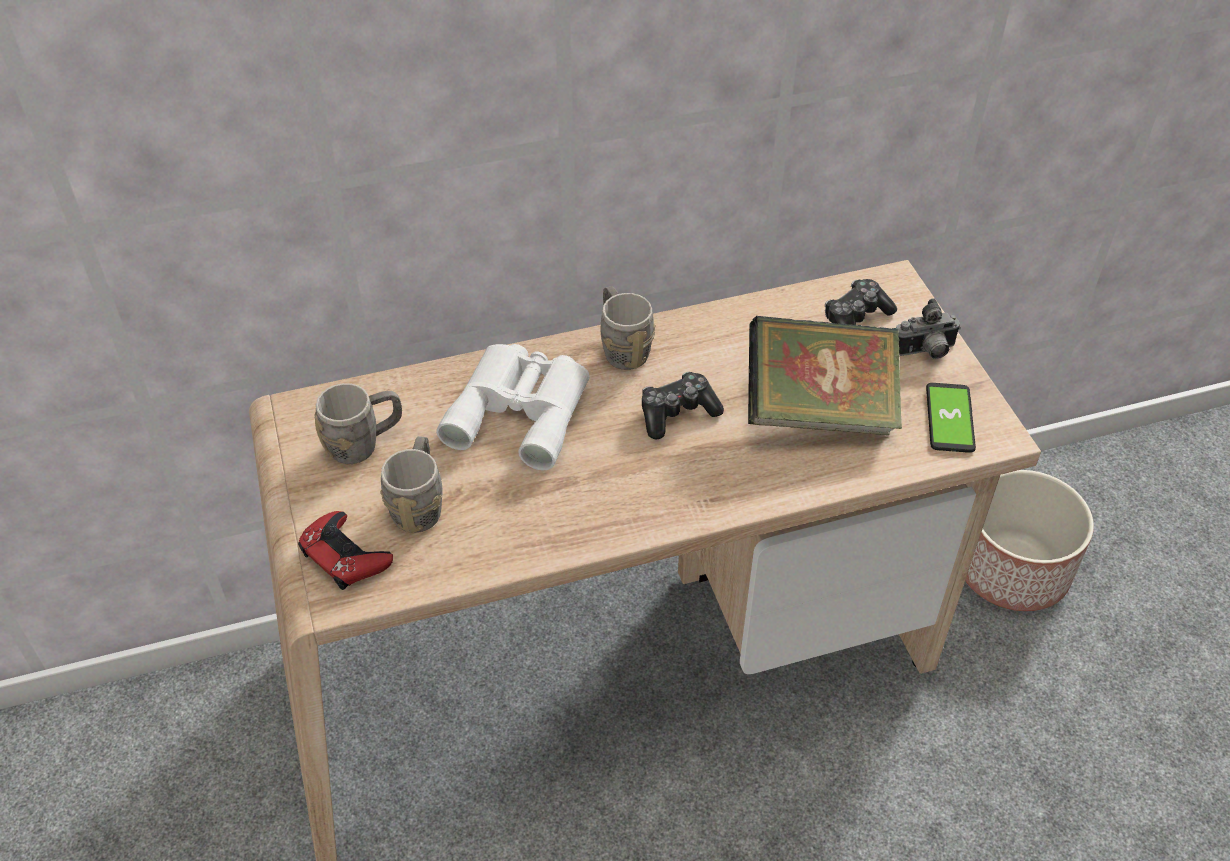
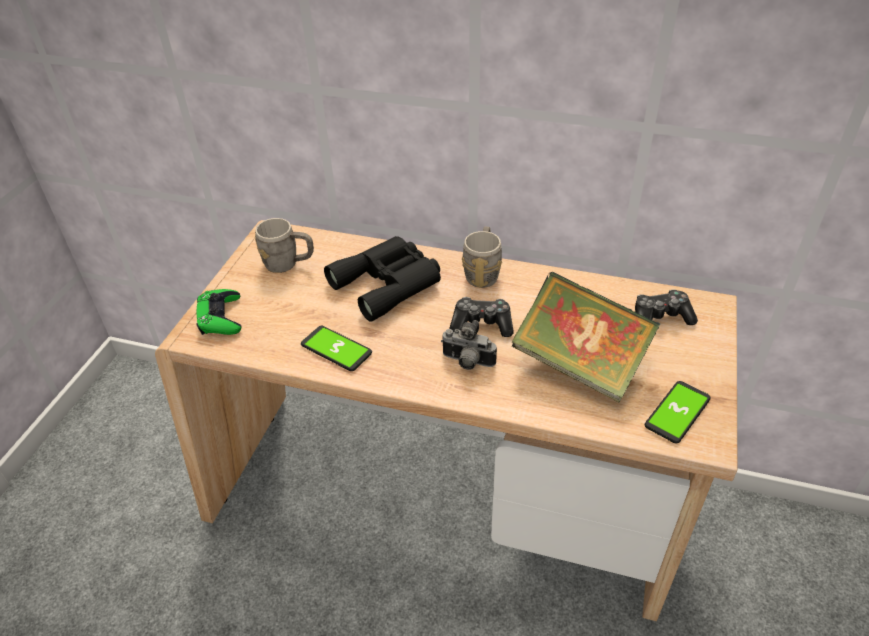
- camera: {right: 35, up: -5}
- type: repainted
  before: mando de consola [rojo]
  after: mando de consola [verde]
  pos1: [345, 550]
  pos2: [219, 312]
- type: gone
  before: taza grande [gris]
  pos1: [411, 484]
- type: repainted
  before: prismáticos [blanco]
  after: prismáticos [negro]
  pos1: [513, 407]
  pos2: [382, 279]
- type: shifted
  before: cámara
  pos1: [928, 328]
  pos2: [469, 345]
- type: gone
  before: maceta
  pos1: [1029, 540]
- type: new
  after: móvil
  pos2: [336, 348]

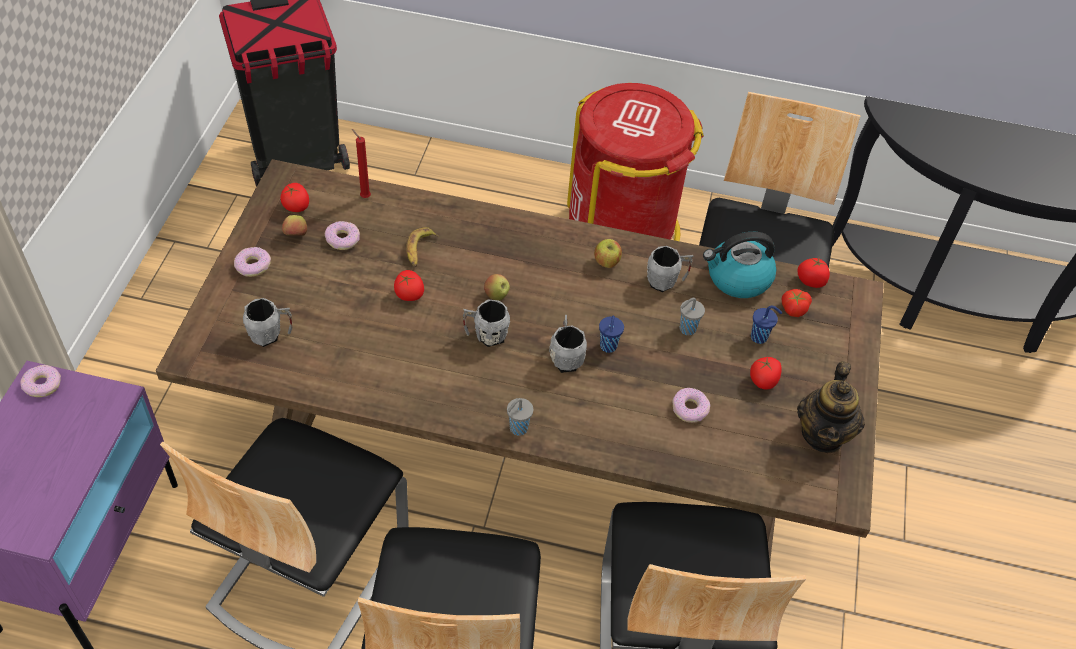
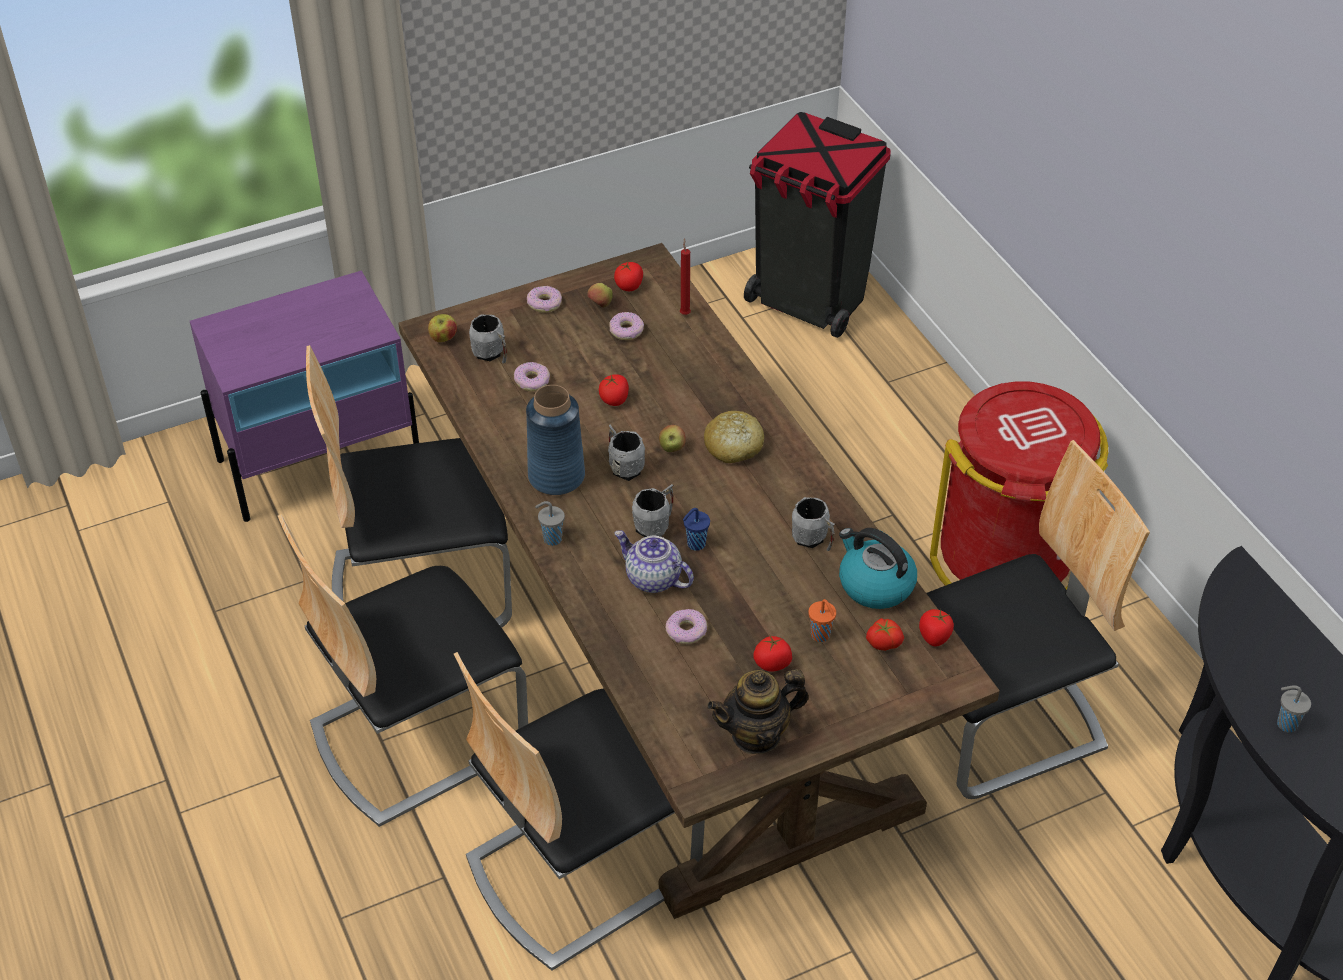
- camera: {right: 55, up: -5}
- type: shifted
  before: rosquilla
  pos1: [40, 381]
  pos2: [532, 376]
- type: gone
  before: plátano
  pos1: [422, 247]
- type: shifted
  before: manzana
  pos1: [608, 253]
  pos2: [442, 328]
- type: shifted
  before: taza [gris]
  pos1: [692, 316]
  pos2: [1294, 708]
- type: repainted
  before: taza [azul]
  after: taza [naranja]
  pos1: [766, 324]
  pos2: [822, 620]
- type: new
  after: florero [azul]
  pos2: [555, 440]
- type: new
  after: tetera
  pos2: [654, 561]
- type: new
  after: pan
  pos2: [734, 437]

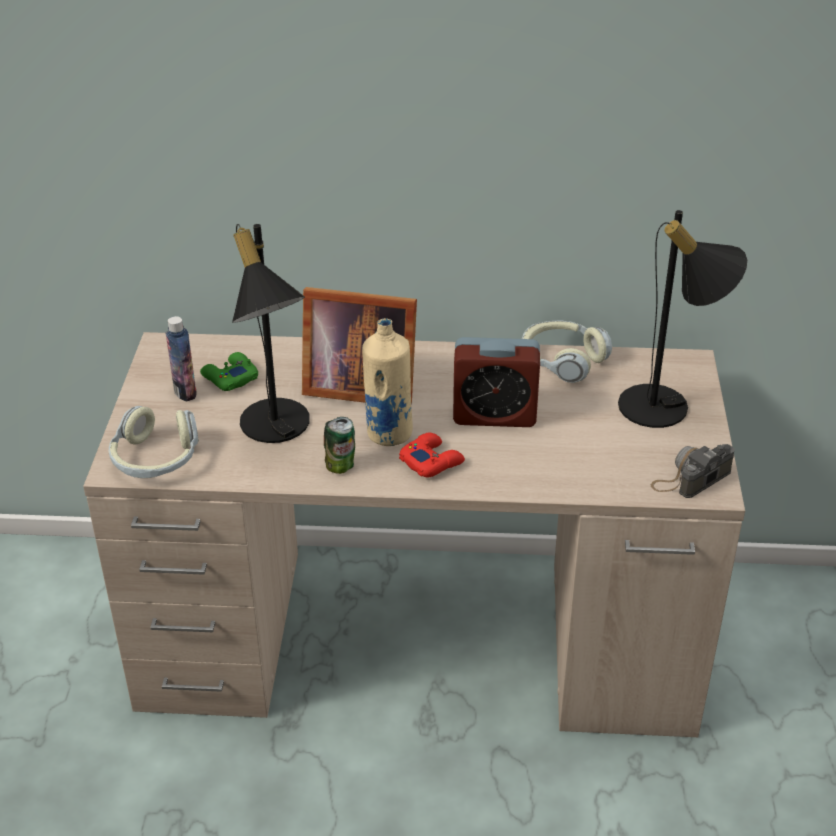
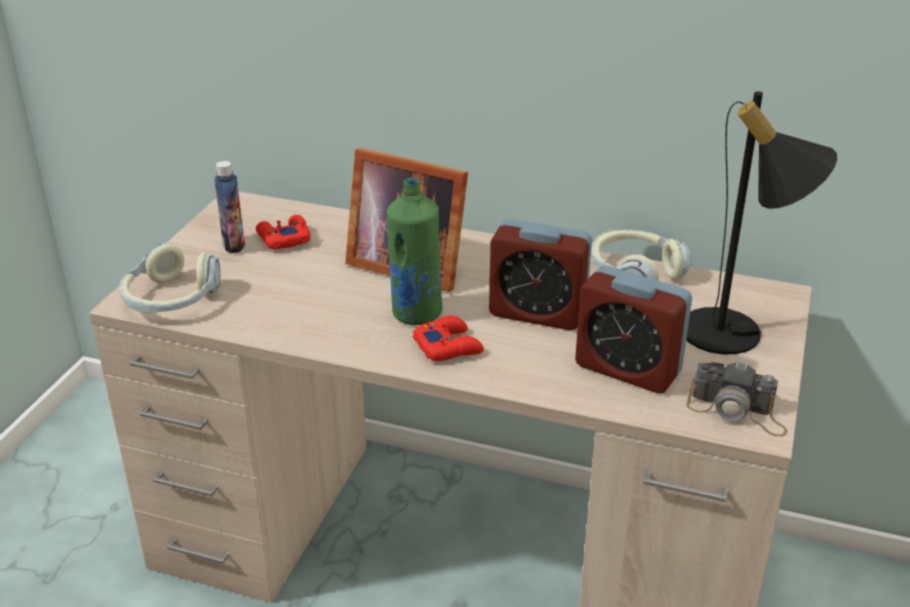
- camera: {right: 15, up: -5}
- type: repainted
  before: mando de consola [verde]
  after: mando de consola [rojo]
  pos1: [229, 371]
  pos2: [283, 232]
- type: gone
  before: lámpara de mesa [negro]
  pos1: [271, 333]
- type: gone
  before: lata
  pos1: [339, 445]
- type: repainted
  before: botella [beis]
  after: botella [verde]
  pos1: [387, 382]
  pos2: [415, 251]
- type: rotated
  before: cámara
  pos1: [693, 471]
  pos2: [737, 399]
  turn: -135
- type: new
  after: despertador
  pos2: [633, 329]

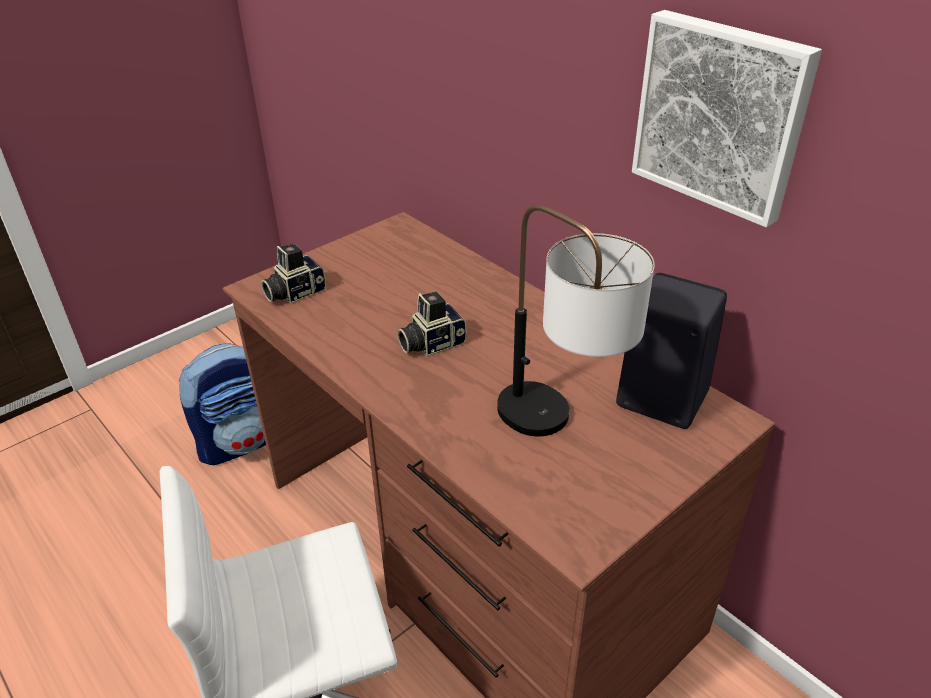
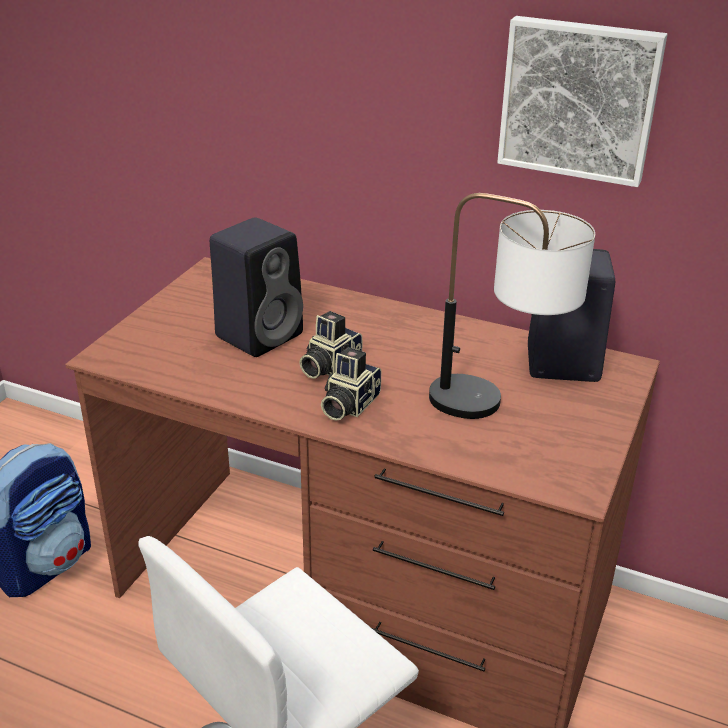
- camera: {right: -25, up: -5}
- type: shifted
  before: cámara
  pos1: [293, 273]
  pos2: [351, 384]
- type: new
  after: altavoz [negro]
  pos2: [256, 287]

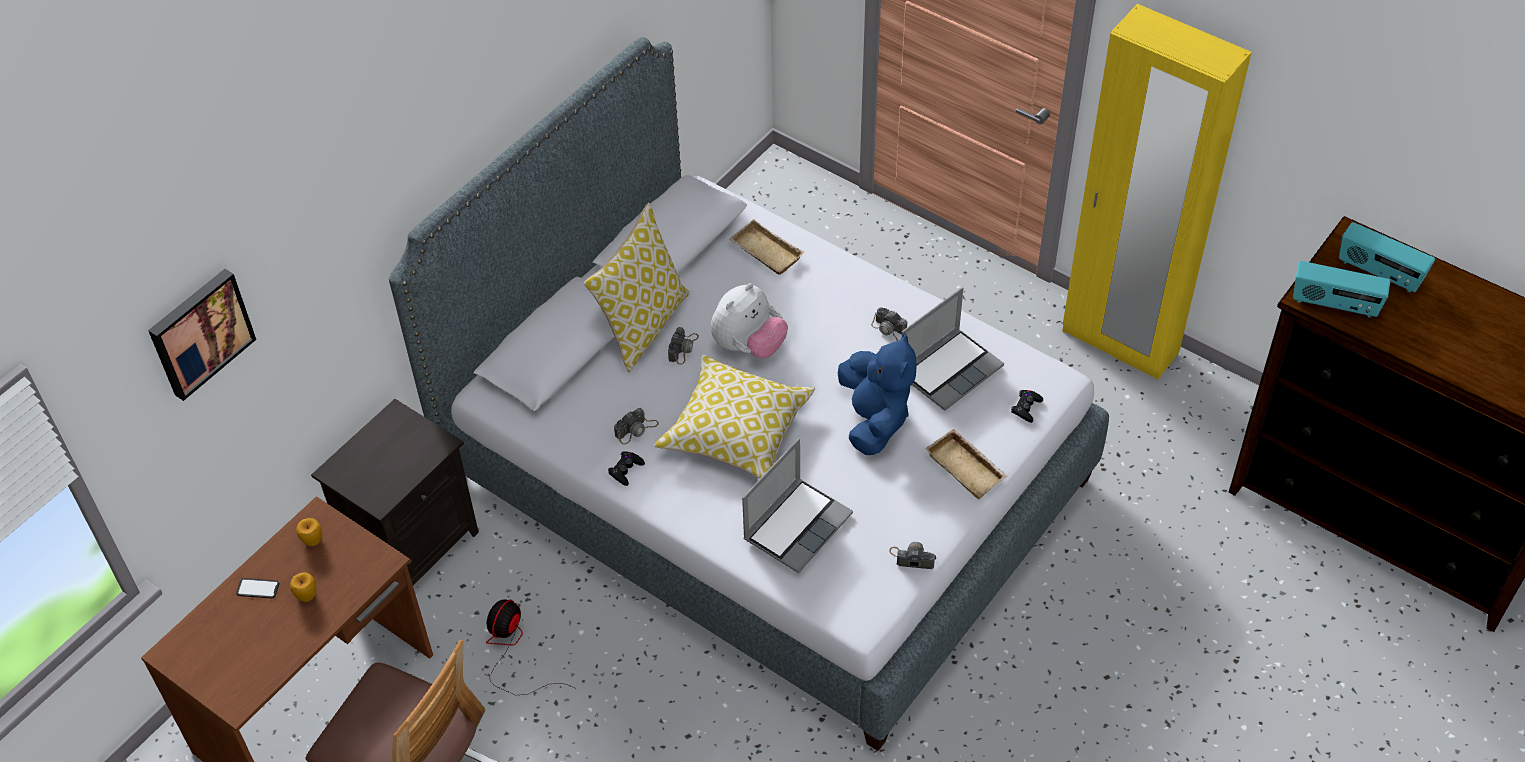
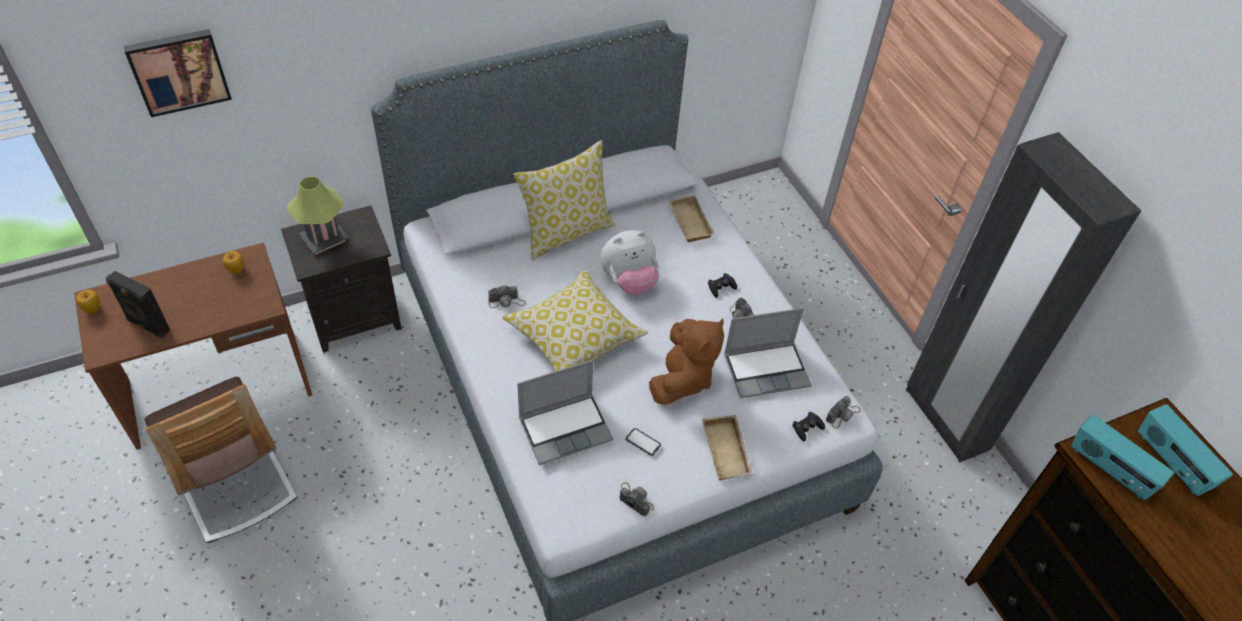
- camera: {right: 25, up: 0}
- type: shifted
  before: móvil
  pos1: [257, 588]
  pos2: [643, 442]
- type: shifted
  before: manzana
  pos1: [303, 587]
  pos2: [88, 302]
- type: gone
  before: ventilador
  pos1: [530, 647]
- type: shifted
  before: mando de consola [negro]
  pos1: [626, 468]
  pos2: [722, 285]
- type: shifted
  before: cámara
  pos1: [683, 346]
  pos2: [843, 412]
- type: repainted
  before: peluche [azul]
  after: peluche [marrón]
  pos1: [877, 394]
  pos2: [686, 361]
- type: repainted
  before: armario ropero [amarillo]
  after: armario ropero [negro]
  pos1: [1157, 192]
  pos2: [1023, 297]
- type: new
  after: altavoz [negro]
  pos2: [138, 304]
- type: new
  after: lámpara de mesa
  pos2: [318, 215]

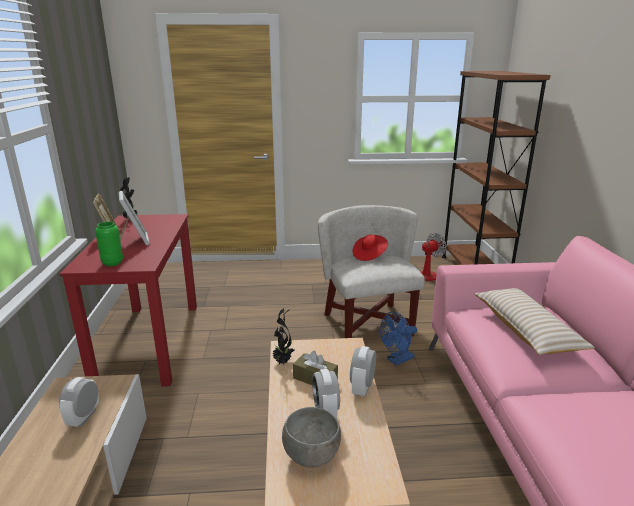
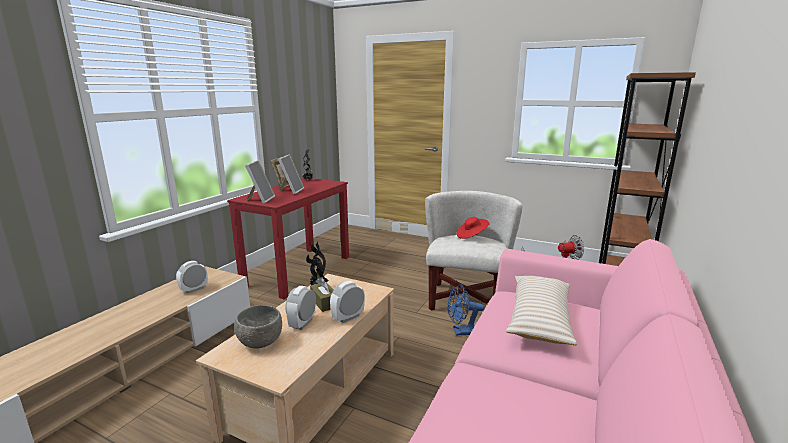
- camera: {right: 30, up: -5}
- type: swapped
  before: florero [verde]
  after: portarretratos
  pos1: [109, 244]
  pos2: [260, 182]

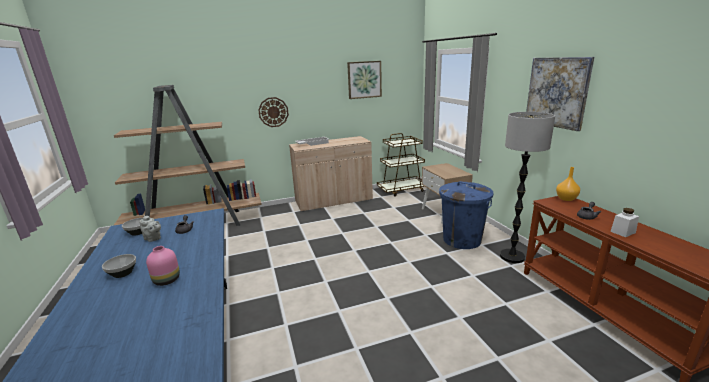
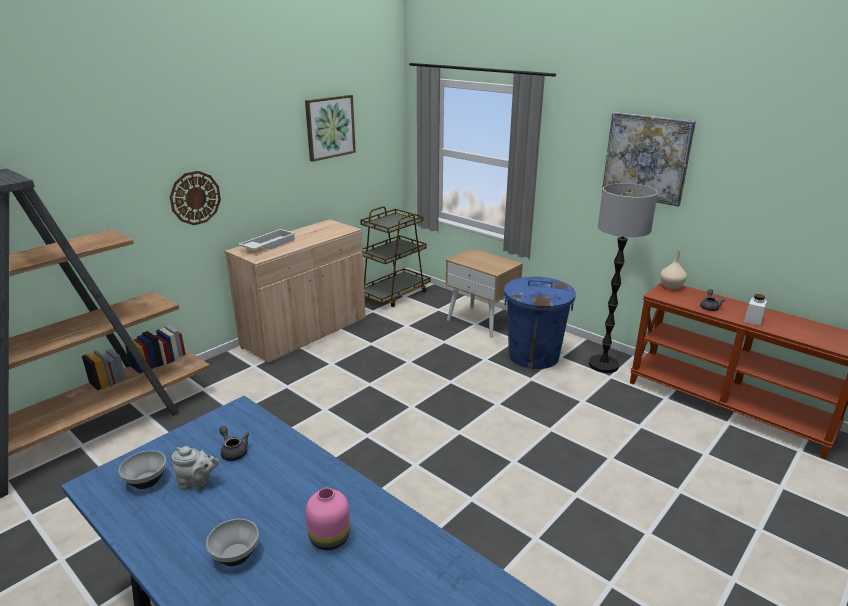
- camera: {right: -30, up: 5}
- type: repainted
  before: florero [naranja]
  after: florero [beis]
  pos1: [568, 184]
  pos2: [673, 269]

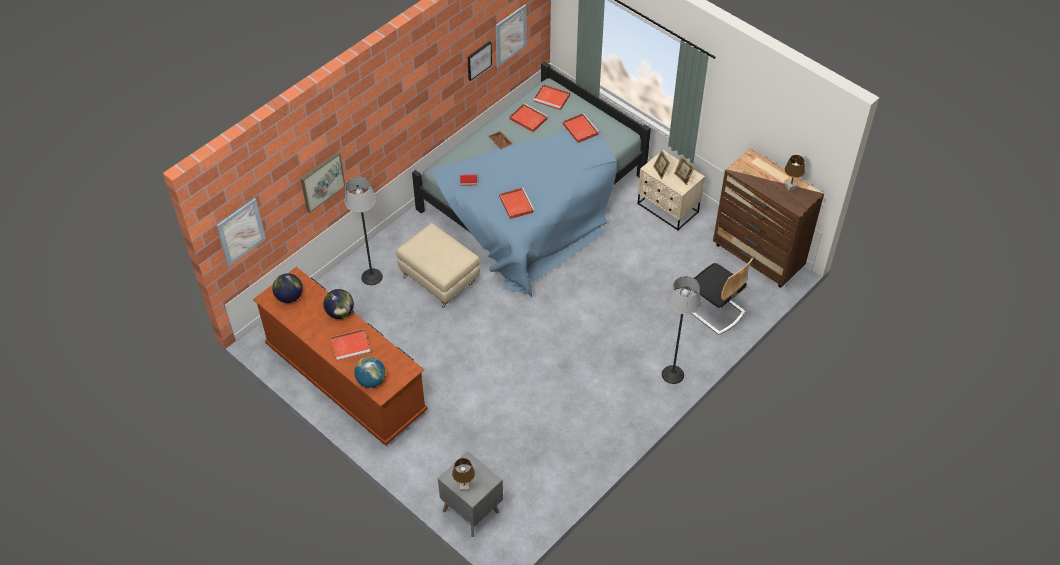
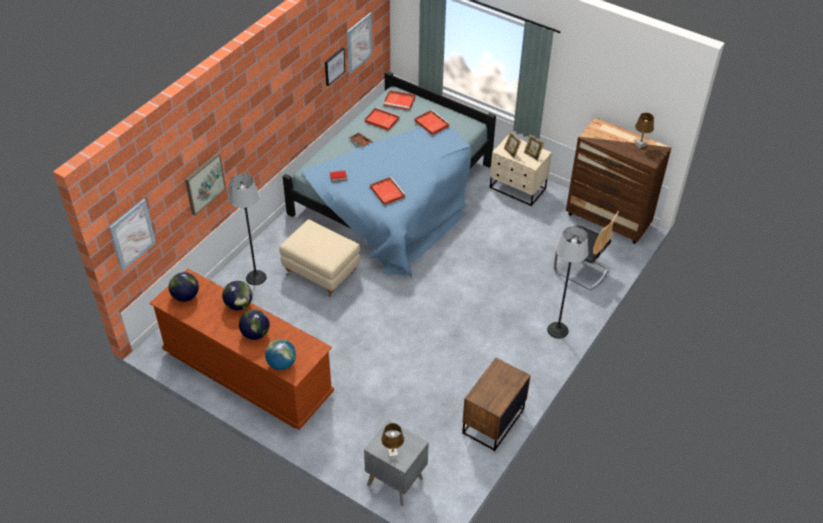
- camera: {right: -10, up: -5}
- type: swapped
  before: bandeja [rojo]
  after: globo terráqueo
  pos1: [351, 345]
  pos2: [254, 324]
- type: new
  after: mesita de noche [marrón]
  pos2: [496, 404]

